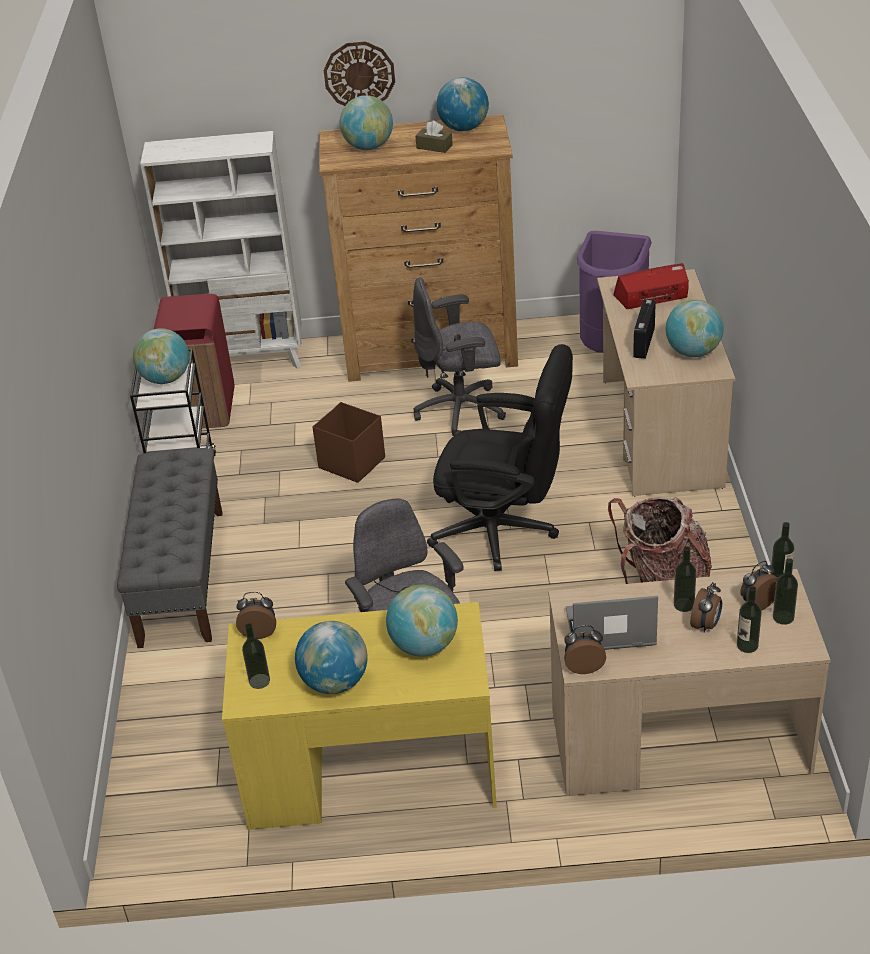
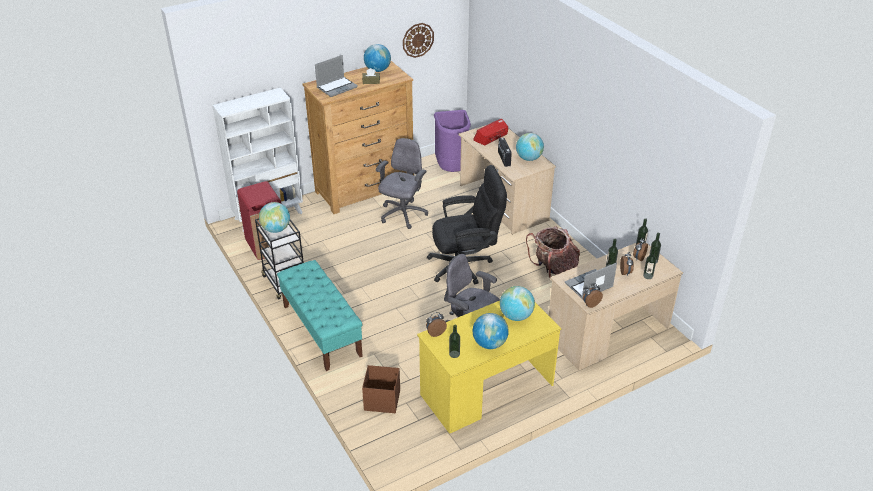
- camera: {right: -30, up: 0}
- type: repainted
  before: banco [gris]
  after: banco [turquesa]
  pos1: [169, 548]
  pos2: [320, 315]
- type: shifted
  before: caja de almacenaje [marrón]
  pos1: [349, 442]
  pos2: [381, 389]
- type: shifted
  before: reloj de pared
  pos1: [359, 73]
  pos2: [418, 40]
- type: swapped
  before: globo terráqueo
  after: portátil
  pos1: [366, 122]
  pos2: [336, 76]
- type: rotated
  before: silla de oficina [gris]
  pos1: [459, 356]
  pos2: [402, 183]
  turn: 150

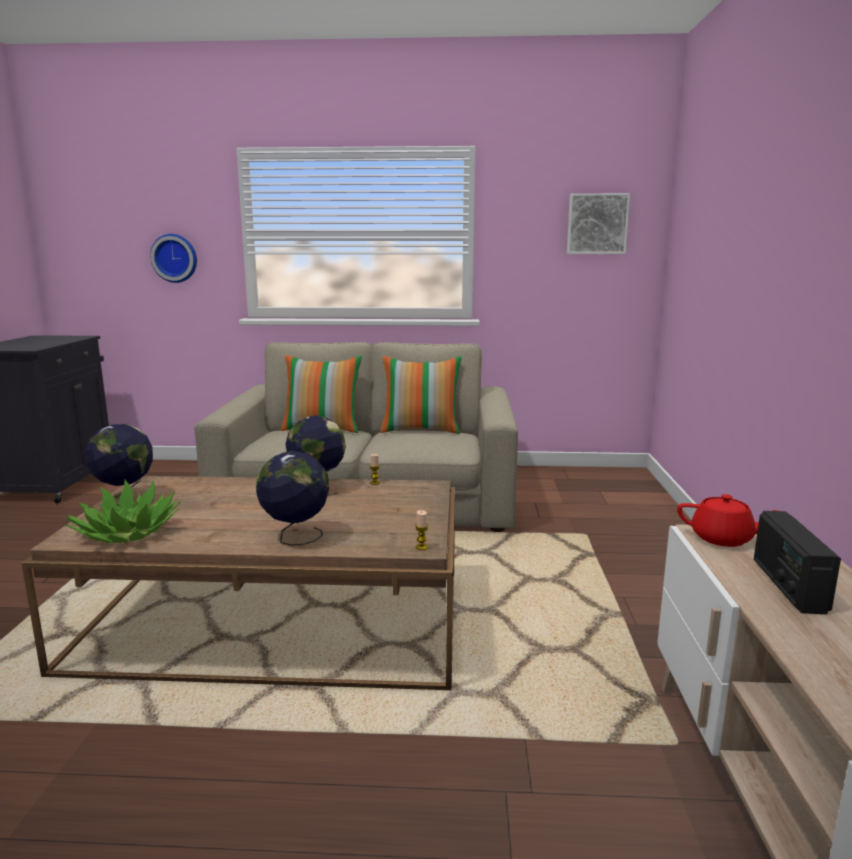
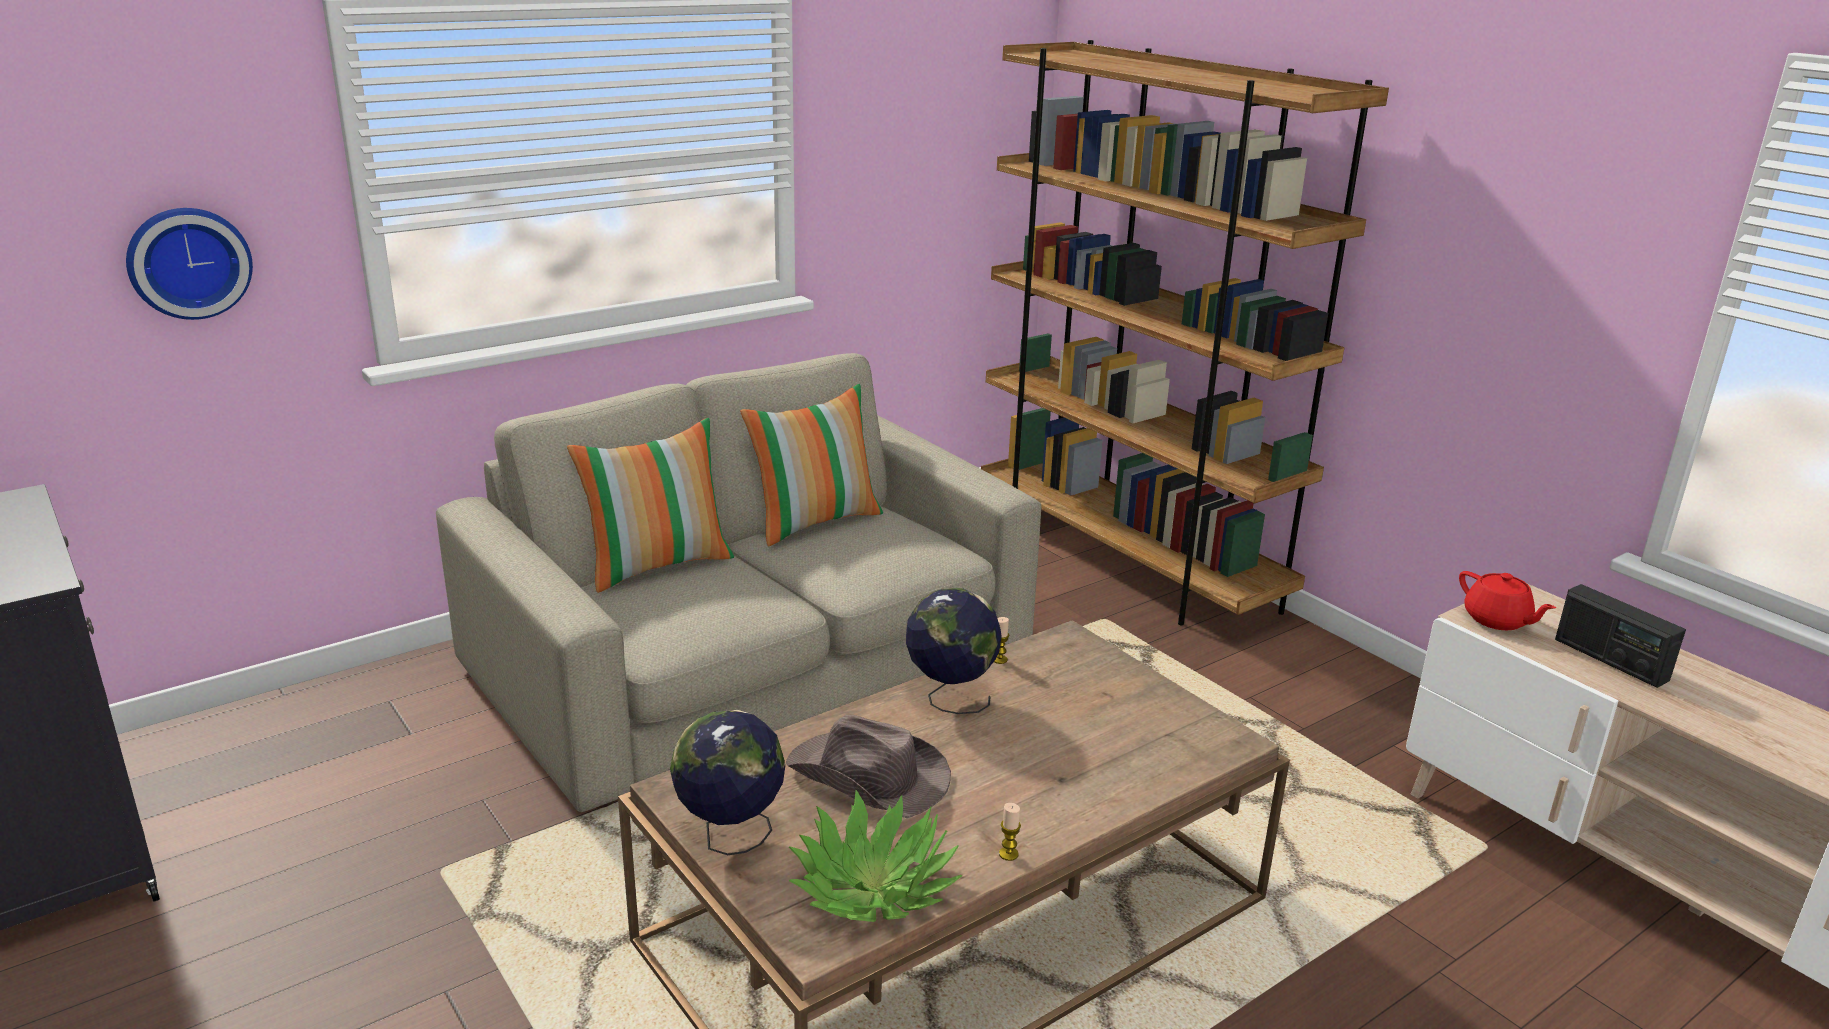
- camera: {right: -40, up: 10}
- type: gone
  before: globo terráqueo
  pos1: [293, 498]
- type: shifted
  before: vela
  pos1: [421, 530]
  pos2: [1010, 832]
- type: gone
  before: cuadro
  pos1: [598, 223]
- type: rotated
  before: tetera [rojo]
  pos1: [727, 520]
  pos2: [1507, 600]
  turn: 75
- type: new
  after: sombrero [marrón]
  pos2: [868, 767]
- type: new
  after: estantería [marrón]
  pos2: [1185, 332]

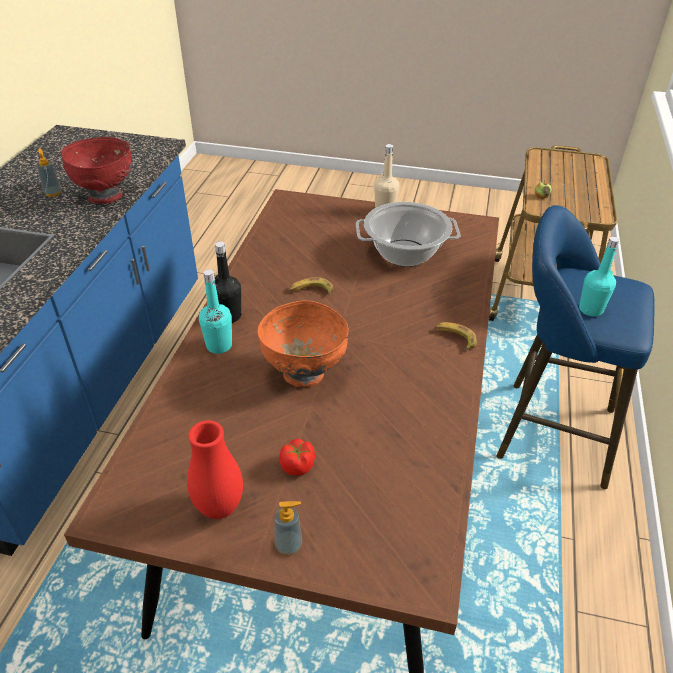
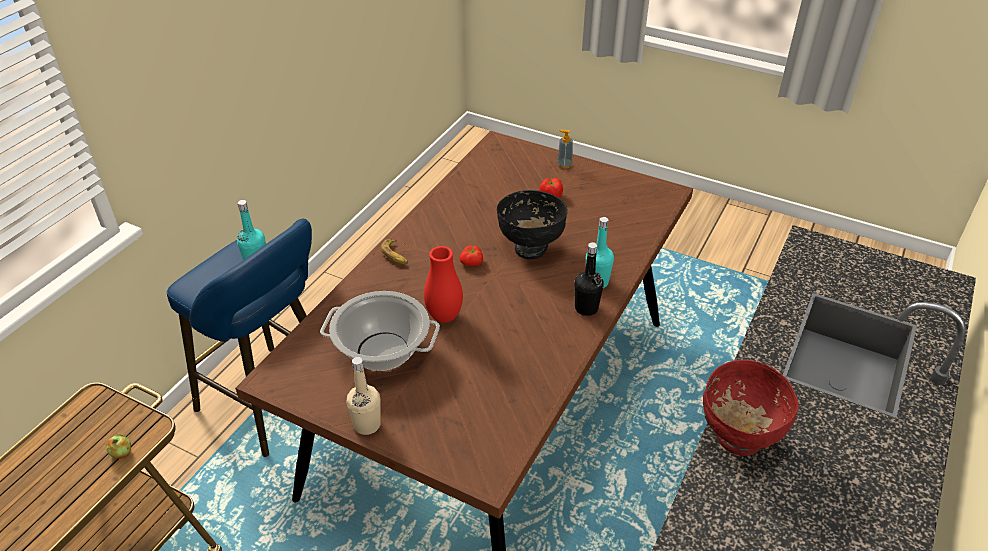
- camera: {right: -165, up: 0}
- type: gone
  before: dispensador de jabón
  pos1: [49, 172]
- type: shifted
  before: florero [rojo]
  pos1: [215, 469]
  pos2: [443, 284]
- type: repainted
  before: cuenco [naranja]
  after: cuenco [negro]
  pos1: [303, 344]
  pos2: [532, 224]
- type: gone
  before: plátano
  pos1: [311, 286]
- type: new
  after: tomate
  pos2: [471, 255]

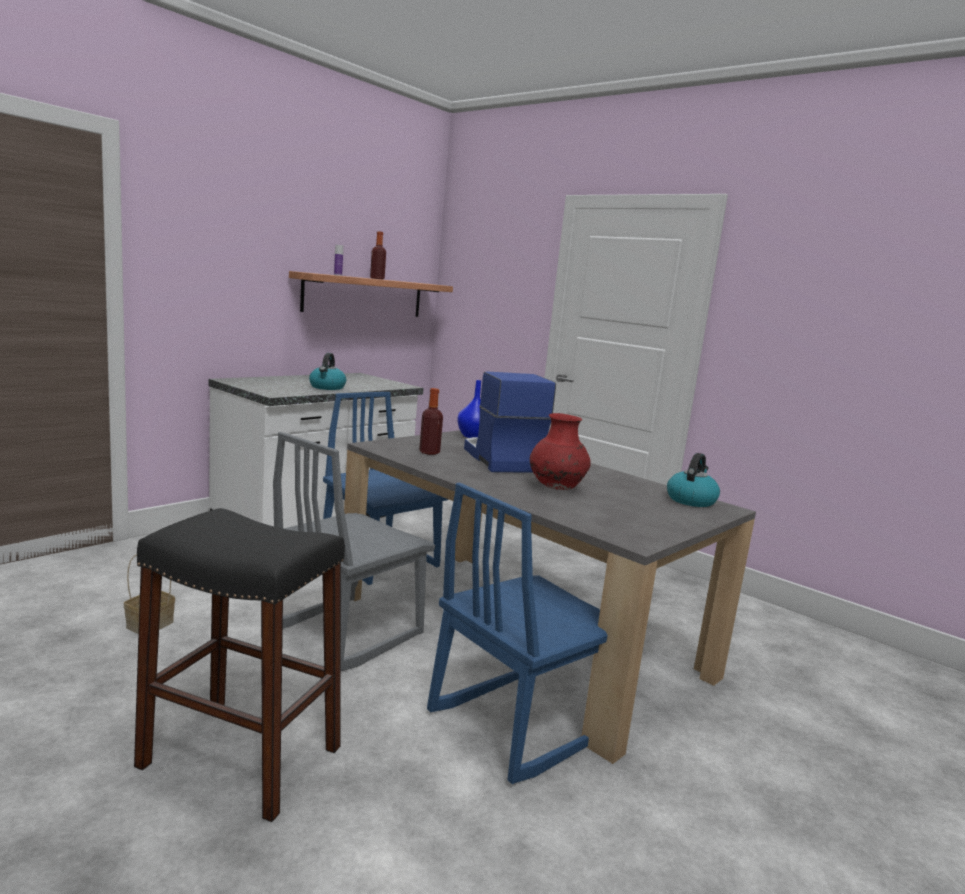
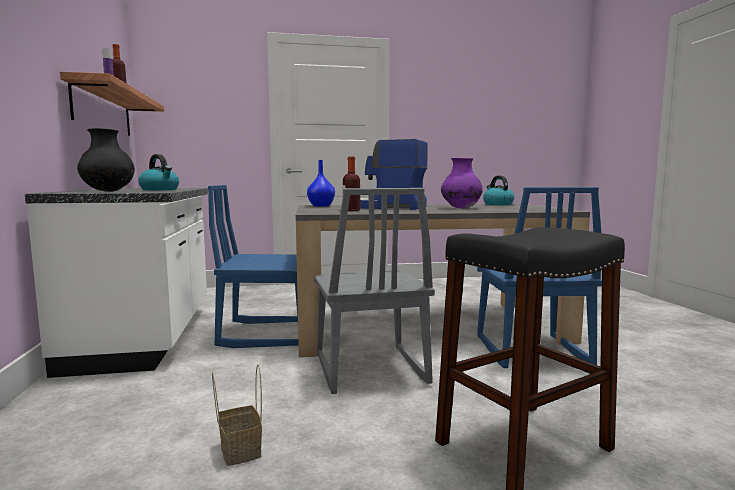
- camera: {right: -50, up: -5}
- type: repainted
  before: florero [rojo]
  after: florero [morado]
  pos1: [560, 451]
  pos2: [462, 183]
- type: new
  after: florero [negro]
  pos2: [106, 160]

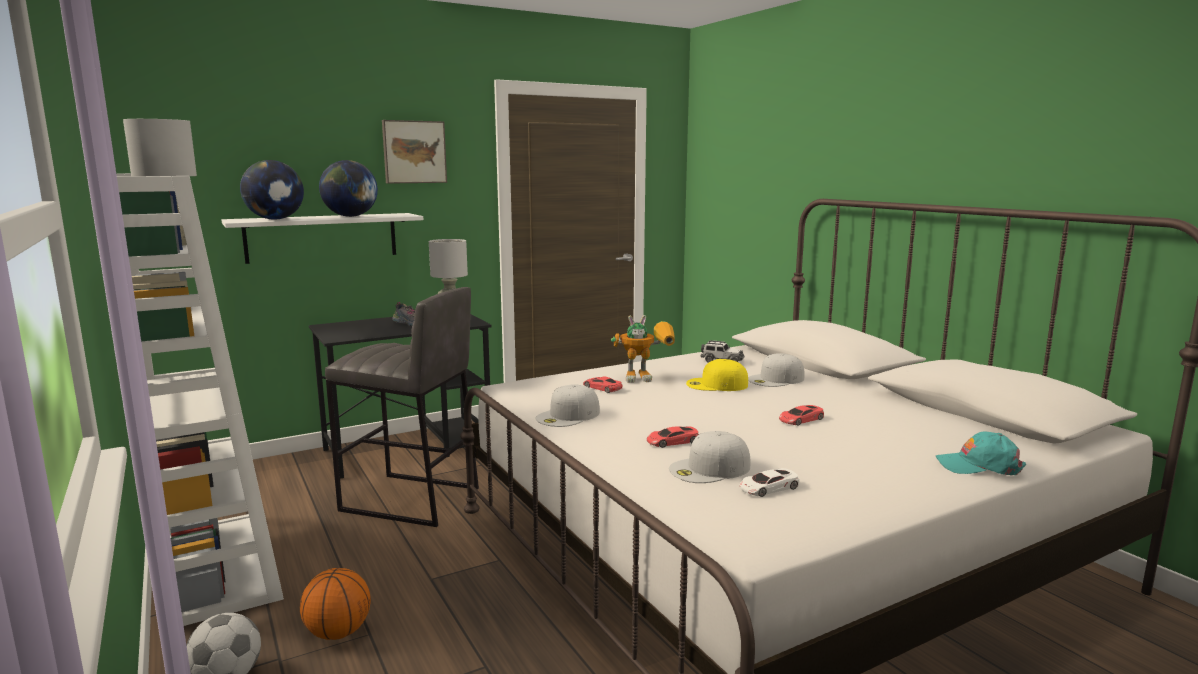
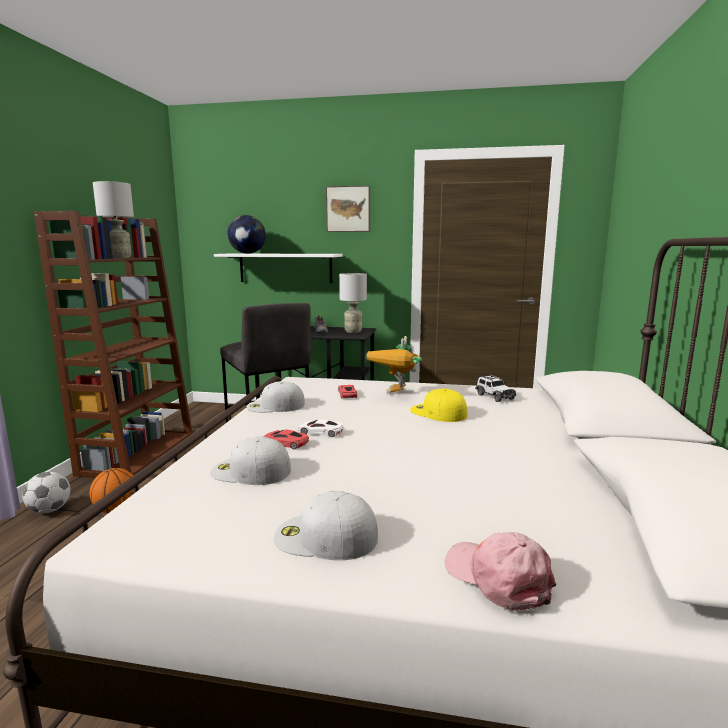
- camera: {right: 40, up: 0}
- type: repainted
  before: estantería [blanco]
  after: estantería [marrón]
  pos1: [200, 399]
  pos2: [113, 344]
- type: gone
  before: globo terráqueo
  pos1: [348, 188]
- type: rotated
  before: robot de juguete
  pos1: [643, 349]
  pos2: [394, 365]
  turn: 75
- type: shifted
  before: coche de juguete [blanco]
  pos1: [769, 482]
  pos2: [320, 428]
- type: shifted
  before: gorra [blanco]
  pos1: [776, 370]
  pos2: [325, 525]
- type: gone
  before: coche de juguete [rojo]
  pos1: [801, 415]
- type: repainted
  before: gorra [turquesa]
  after: gorra [rosa]
  pos1: [981, 454]
  pos2: [500, 571]

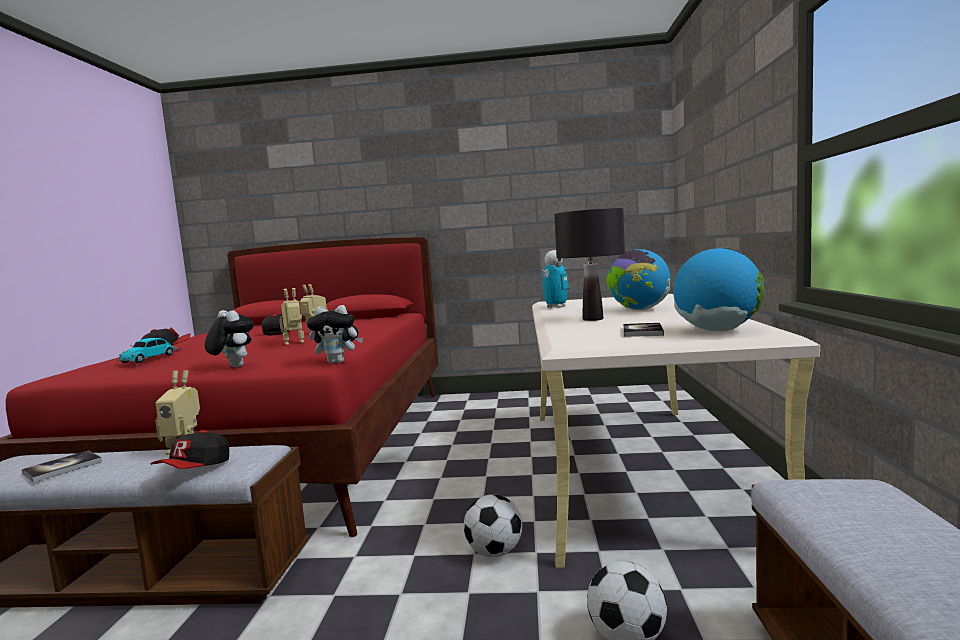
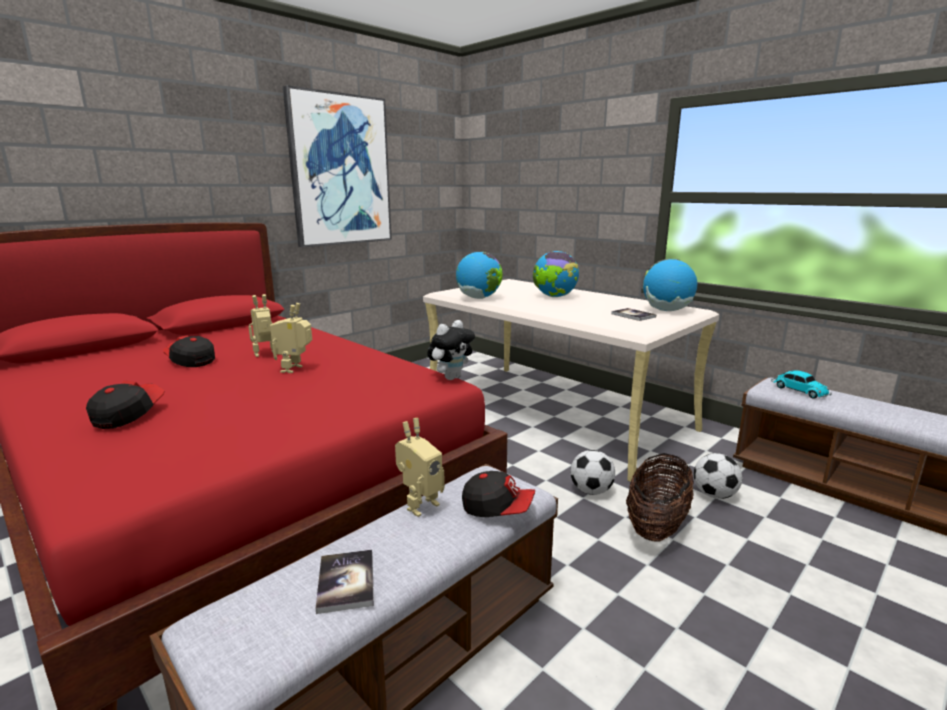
- camera: {right: -50, up: 10}
- type: shifted
  before: coche de juguete
  pos1: [147, 350]
  pos2: [801, 384]
- type: rotated
  before: gorra
  pos1: [190, 449]
  pos2: [498, 494]
  turn: -45
- type: gone
  before: peluche
  pos1: [229, 338]
- type: swapped
  before: robot de juguete
  after: globo terráqueo
  pos1: [555, 279]
  pos2: [479, 275]
- type: gone
  before: lámpara de mesa [negro]
  pos1: [589, 264]
- type: new
  after: cuadro
  pos2: [337, 166]
- type: new
  after: cesta
  pos2: [660, 497]

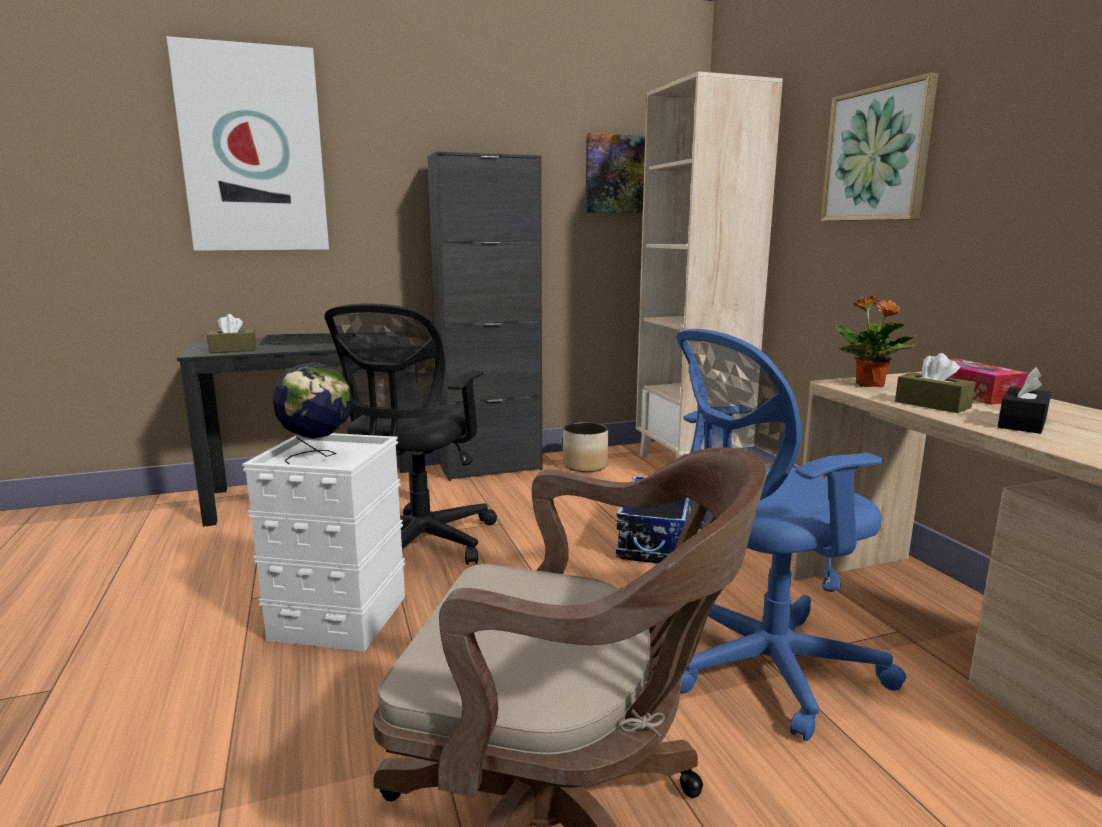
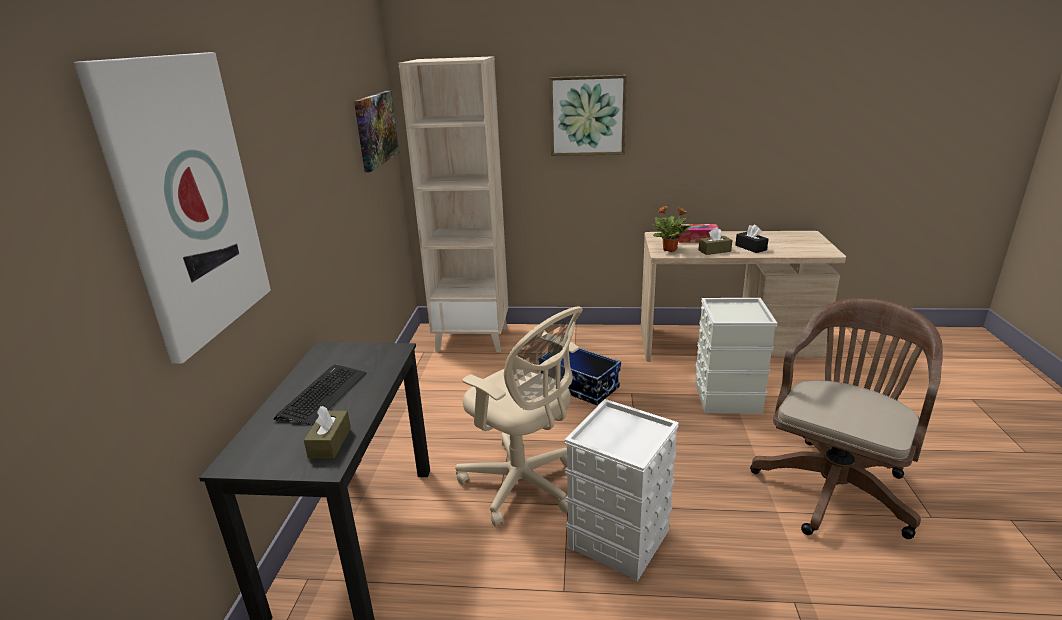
- camera: {right: -65, up: 10}
- type: gone
  before: globo terráqueo
  pos1: [313, 413]
- type: repainted
  before: silla de oficina [negro]
  after: silla de oficina [beis]
  pos1: [410, 434]
  pos2: [519, 416]
- type: gone
  before: armario [negro]
  pos1: [484, 316]
- type: gone
  before: maceta
  pos1: [585, 447]
- type: swapped
  before: silla de oficina [azul]
  after: caja de almacenaje [gris]
  pos1: [791, 535]
  pos2: [736, 356]

